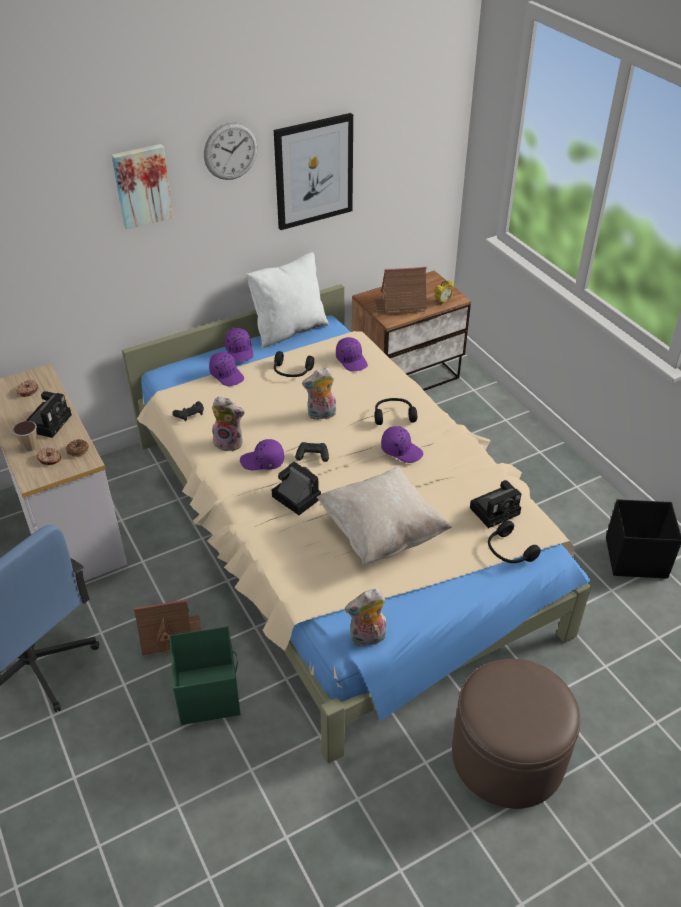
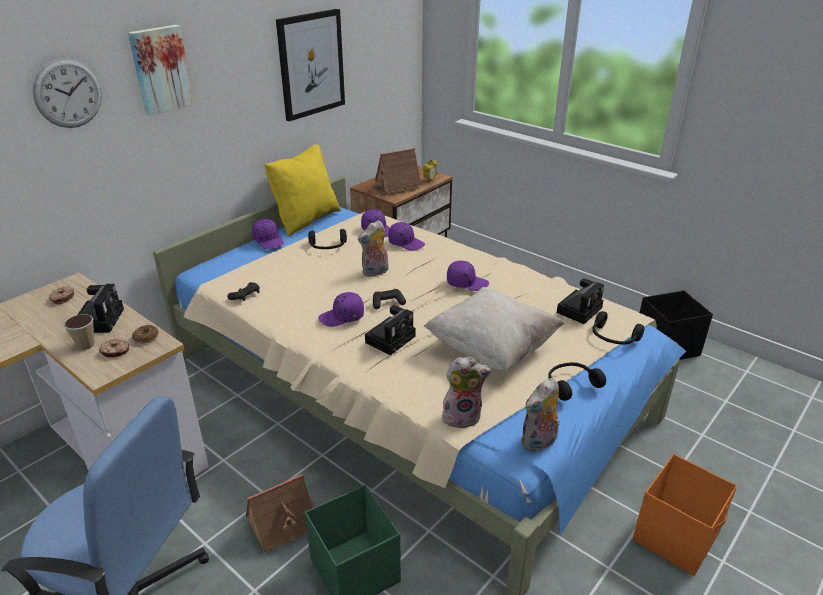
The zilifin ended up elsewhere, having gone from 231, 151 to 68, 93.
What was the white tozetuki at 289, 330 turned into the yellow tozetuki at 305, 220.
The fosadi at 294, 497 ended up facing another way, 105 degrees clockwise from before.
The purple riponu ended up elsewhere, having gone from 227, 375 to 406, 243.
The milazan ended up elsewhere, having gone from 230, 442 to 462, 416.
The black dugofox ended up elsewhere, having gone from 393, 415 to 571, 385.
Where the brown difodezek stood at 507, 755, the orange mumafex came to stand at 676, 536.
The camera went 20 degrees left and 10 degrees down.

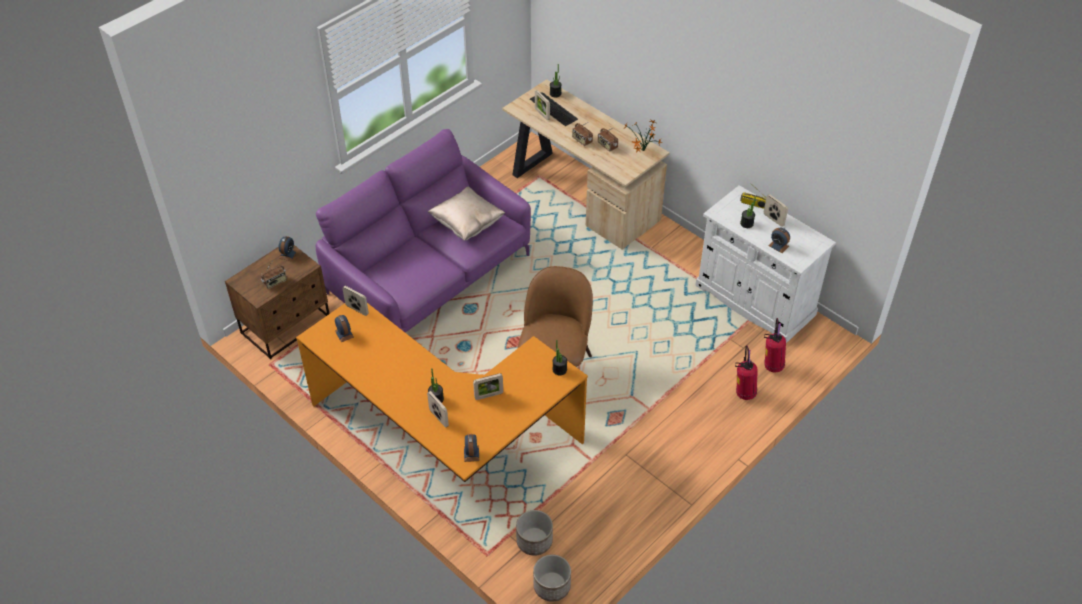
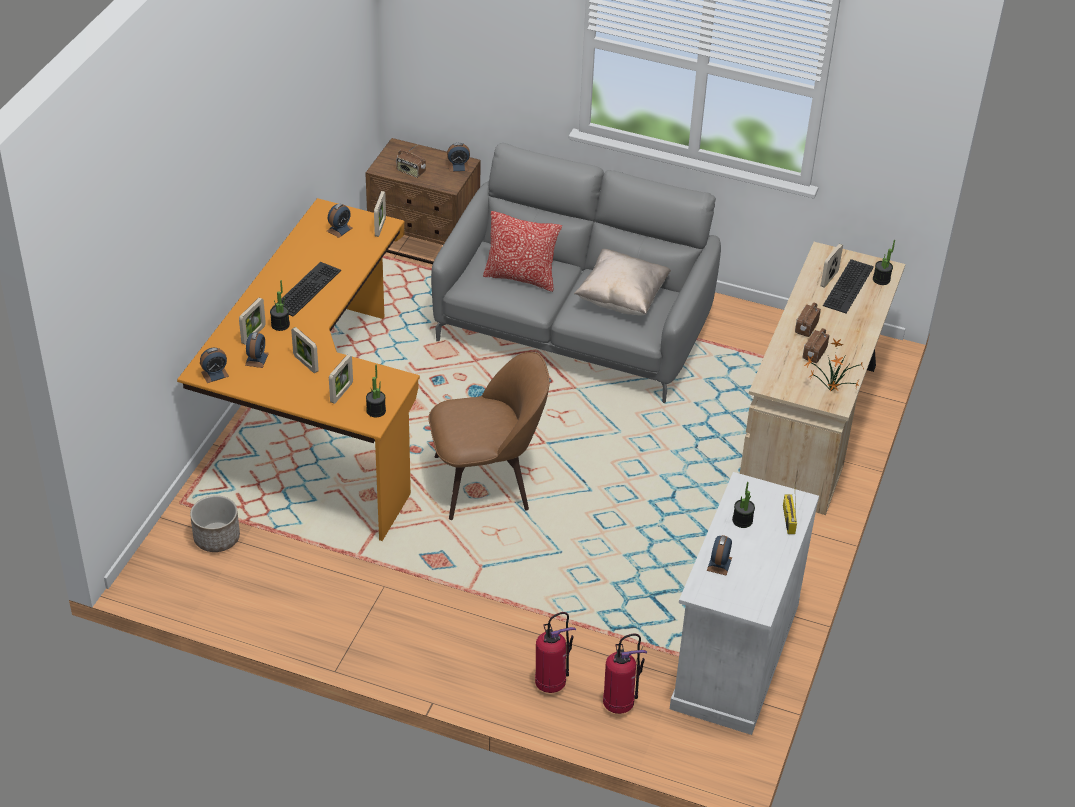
The second view gained the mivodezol at 256, 359.
The second view gained the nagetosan at 306, 288.
The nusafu ended up elsewhere, having gone from 773, 220 to 341, 393.
What was the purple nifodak at 429, 274 turned into the grey nifodak at 574, 327.
The second view gained the tozetuki at 521, 277.
The second view lost the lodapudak at 551, 586.
The camera went 65 degrees right and 5 degrees down.

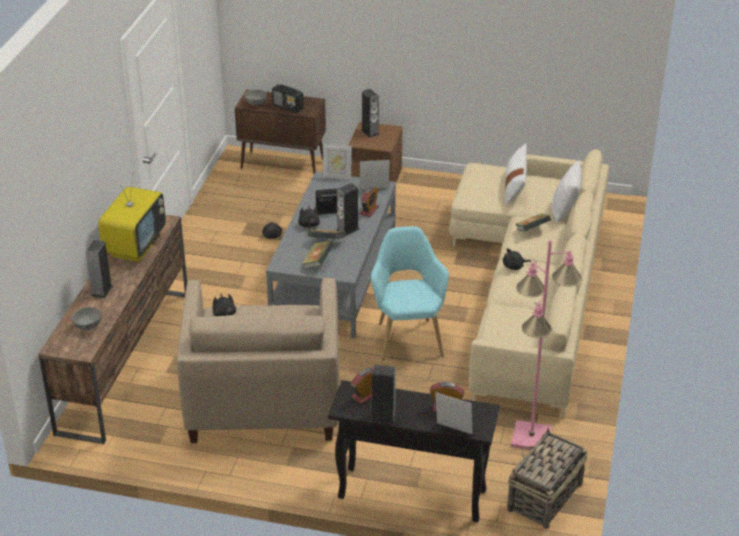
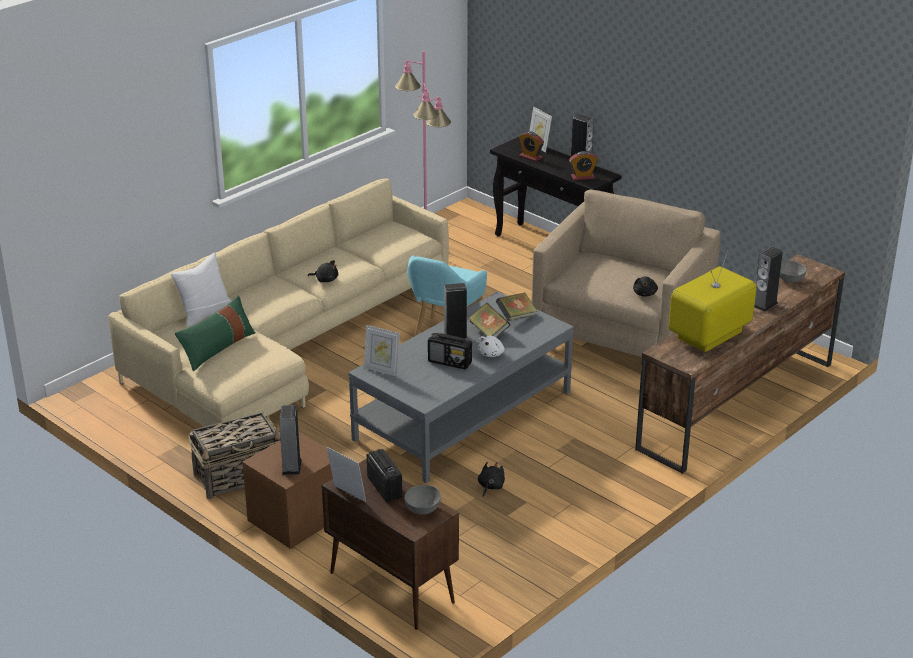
What was the white tozetuki at 515, 186 turned into the green tozetuki at 217, 348.
The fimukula ended up elsewhere, having gone from 544, 497 to 239, 476.
The nusafu ended up elsewhere, having gone from 337, 176 to 347, 496.
What was the black milazan at 309, 226 turned into the white milazan at 492, 354.
The second view lost the mivodezol at 369, 210.
The second view lost the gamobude at 532, 230.
The camera went 150 degrees left and 5 degrees down.

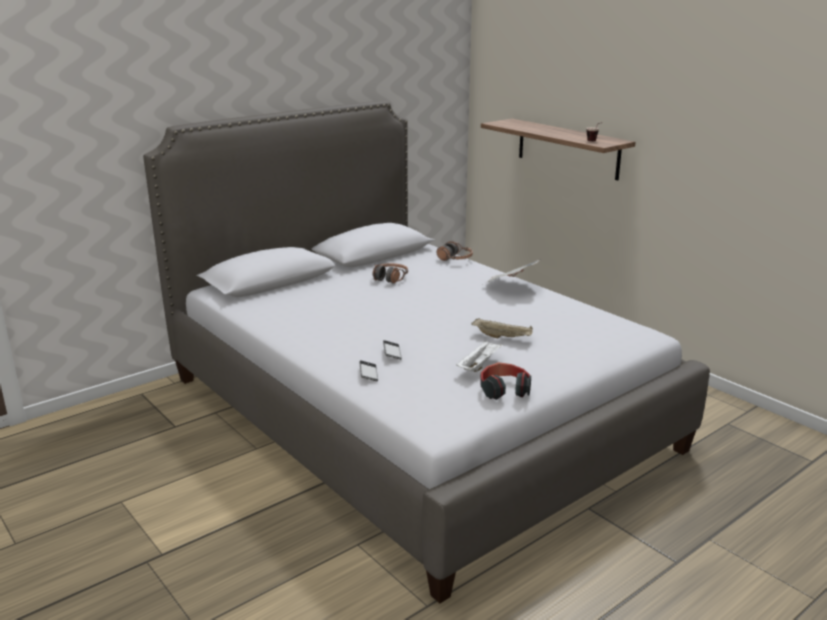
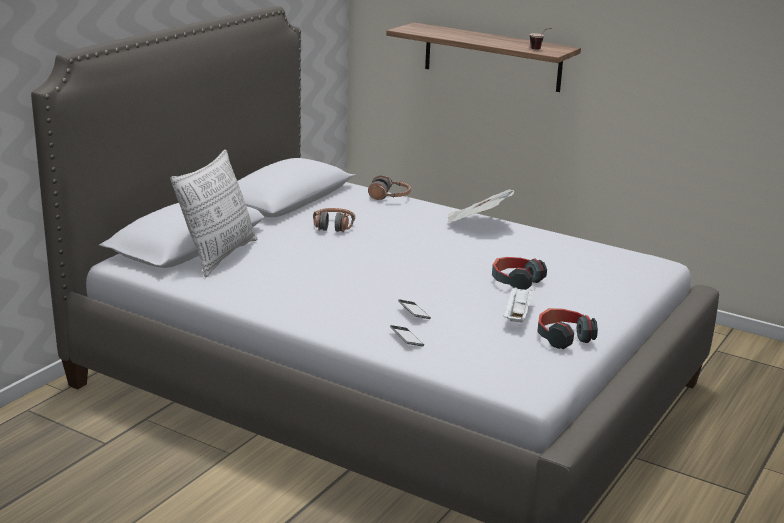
The second view gained the tozetuki at 218, 256.
Where the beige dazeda stood at 503, 337, the dugofox came to stand at 515, 281.
The camera went 20 degrees left and 0 degrees up.

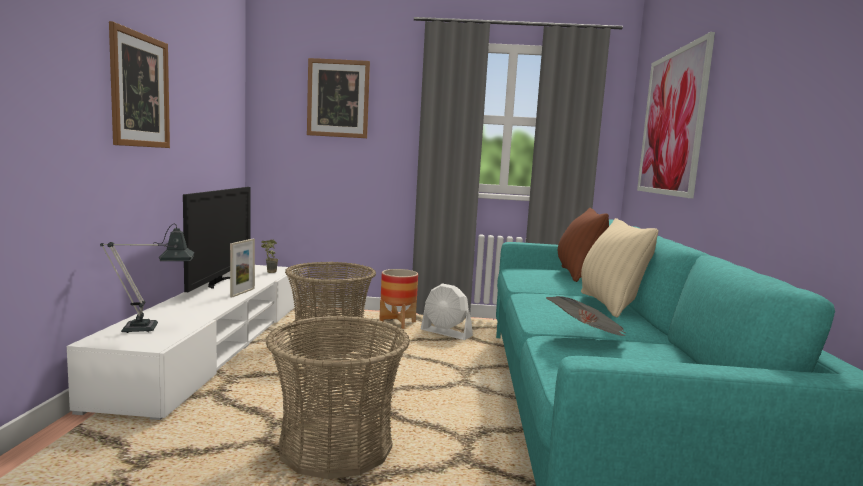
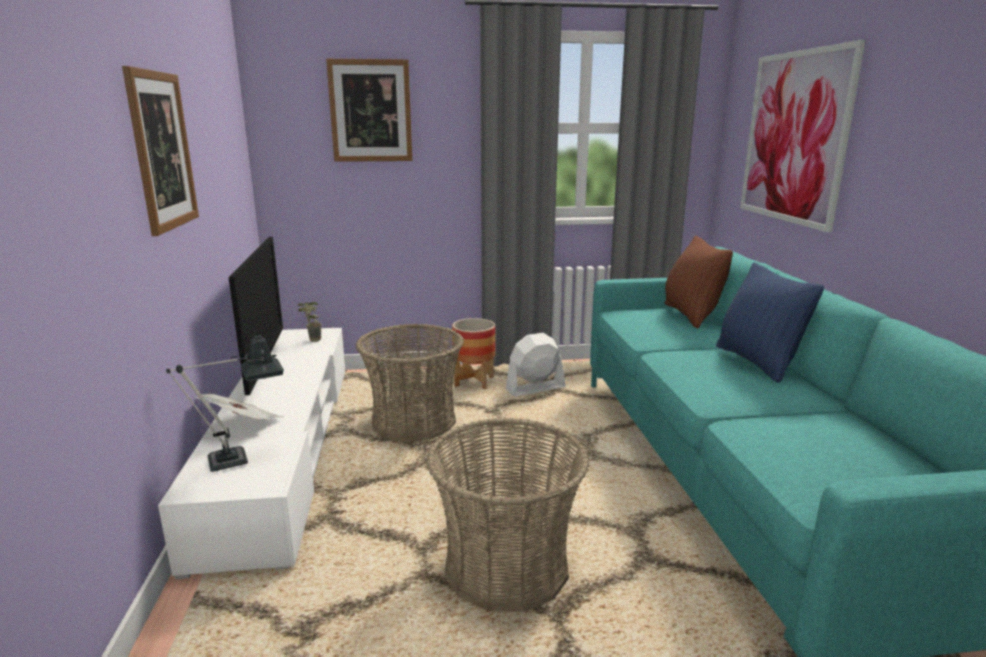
The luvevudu ended up elsewhere, having gone from 587, 338 to 243, 425.
The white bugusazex at 446, 333 ended up facing another way, 135 degrees clockwise from before.
What was the beige tozetuki at 610, 305 turned into the blue tozetuki at 757, 362.
The second view lost the nusafu at 242, 292.
The camera went 10 degrees left and 10 degrees up.

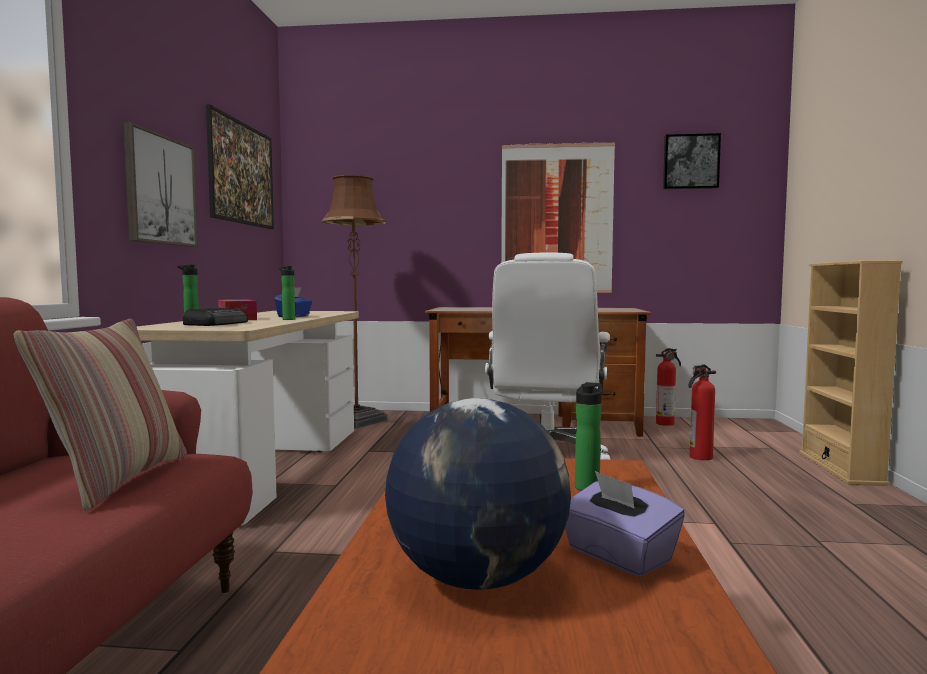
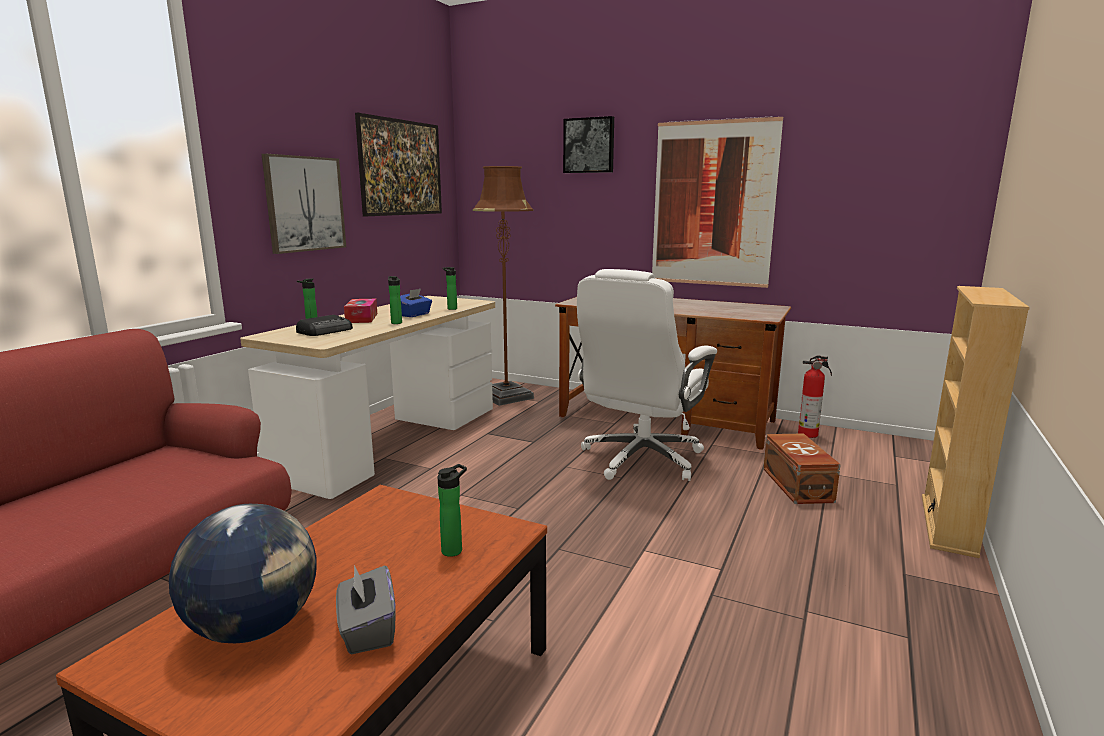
What was the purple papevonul at 617, 556 turned into the grey papevonul at 367, 630.
The second view gained the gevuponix at 451, 308.
The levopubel ended up elsewhere, having gone from 690, 162 to 589, 145.
Where the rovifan stood at 699, 457, the brown mumafex came to stand at 796, 485.
The second view lost the tozetuki at 118, 479.
The camera went 20 degrees right and 10 degrees up.

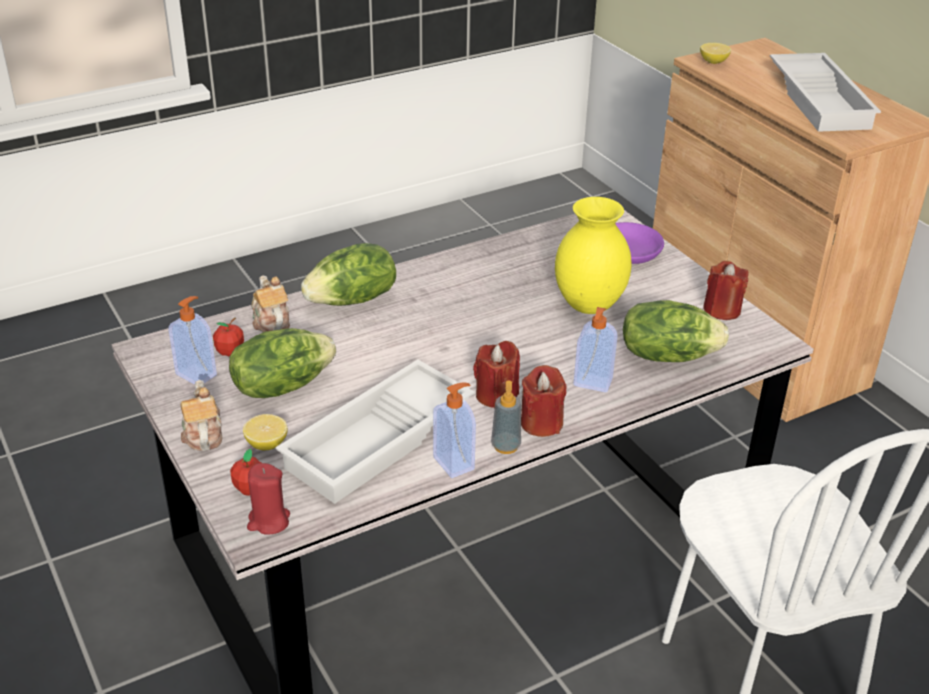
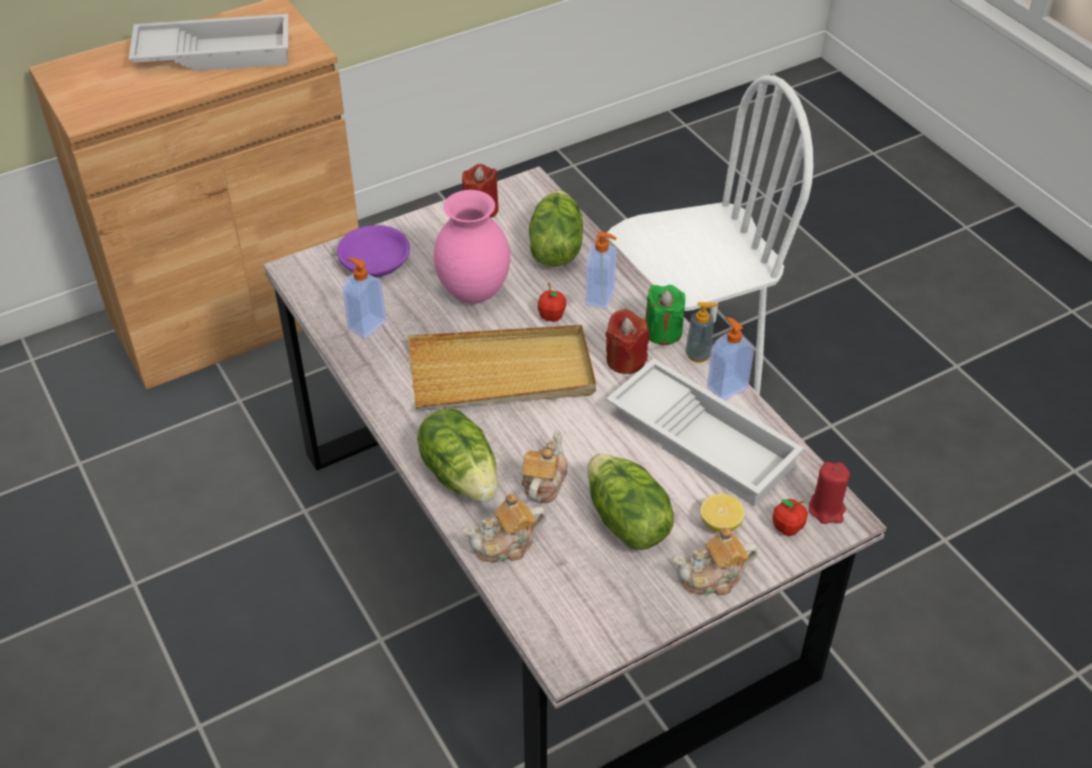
The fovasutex ended up elsewhere, having gone from 197, 374 to 366, 325.
The second view gained the beige dazeda at 502, 373.
What was the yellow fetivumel at 587, 306 turned into the pink fetivumel at 473, 294.
The second view gained the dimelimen at 543, 483.
The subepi ended up elsewhere, having gone from 230, 352 to 551, 316.
What was the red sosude at 541, 423 turned into the green sosude at 663, 331.
The second view lost the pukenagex at 713, 62.
The camera went 90 degrees left and 10 degrees up.

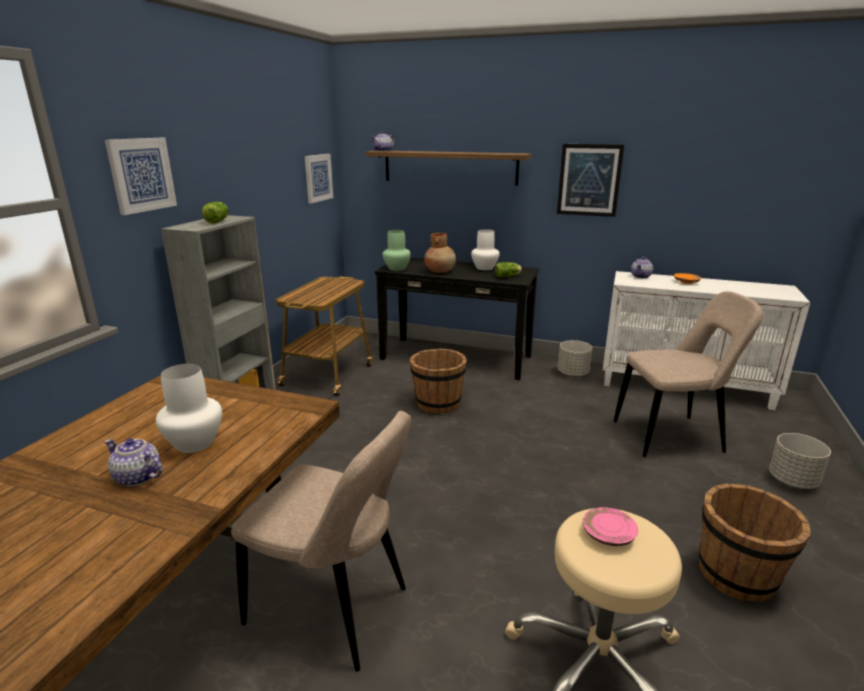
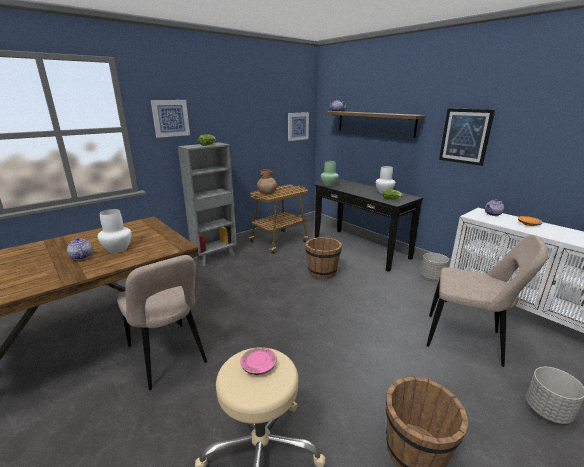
The brown fetivumel ended up elsewhere, having gone from 440, 271 to 267, 193.
The camera went 30 degrees right and 0 degrees up.

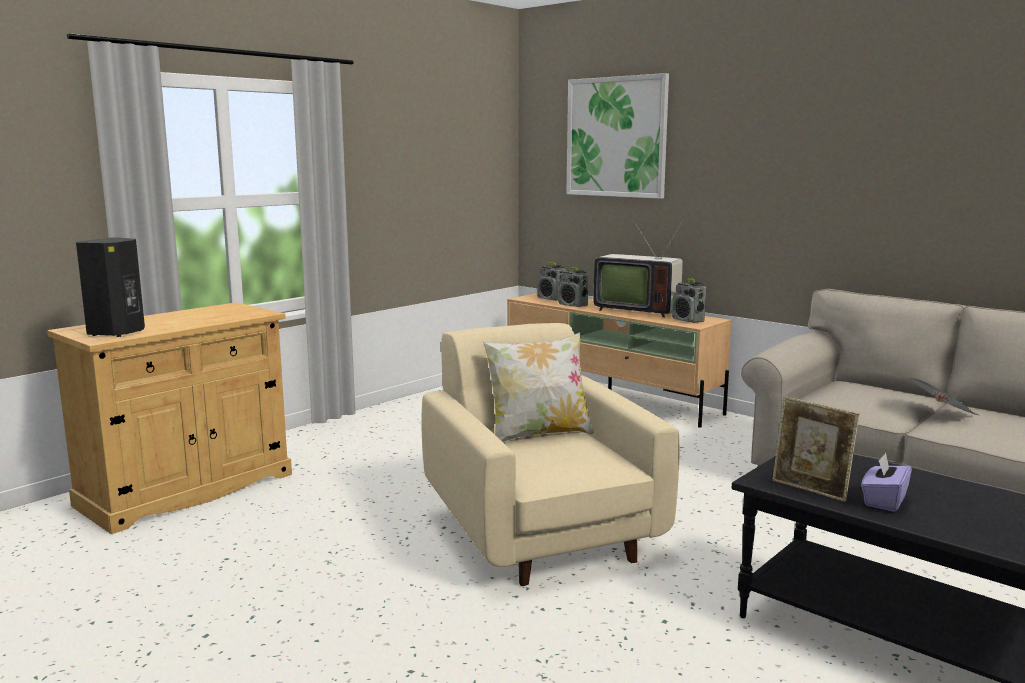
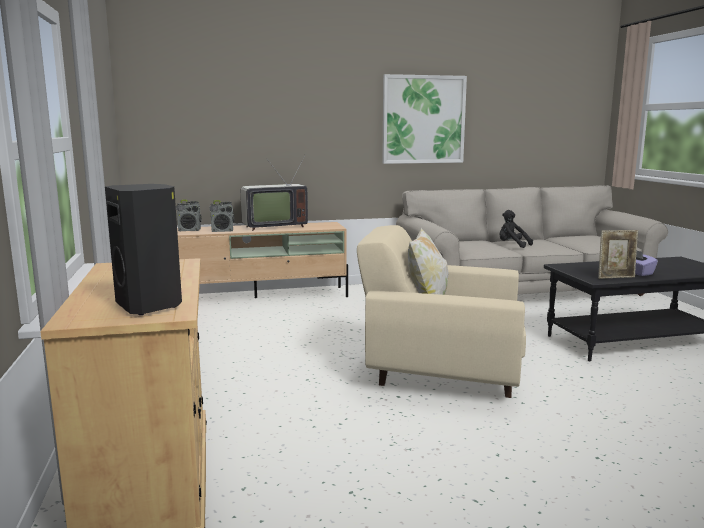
The levopubel ended up elsewhere, having gone from 616, 137 to 423, 119.
Where the luvevudu stood at 941, 414, the black milazan came to stand at 512, 245.
The second view lost the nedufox at 688, 320.
The camera went 55 degrees left and 0 degrees up.

